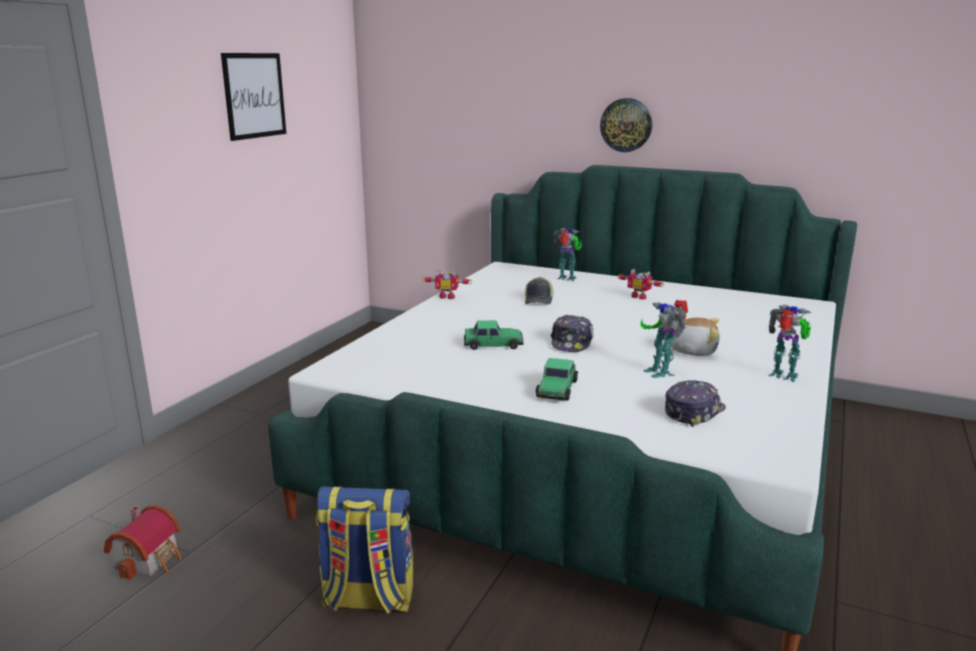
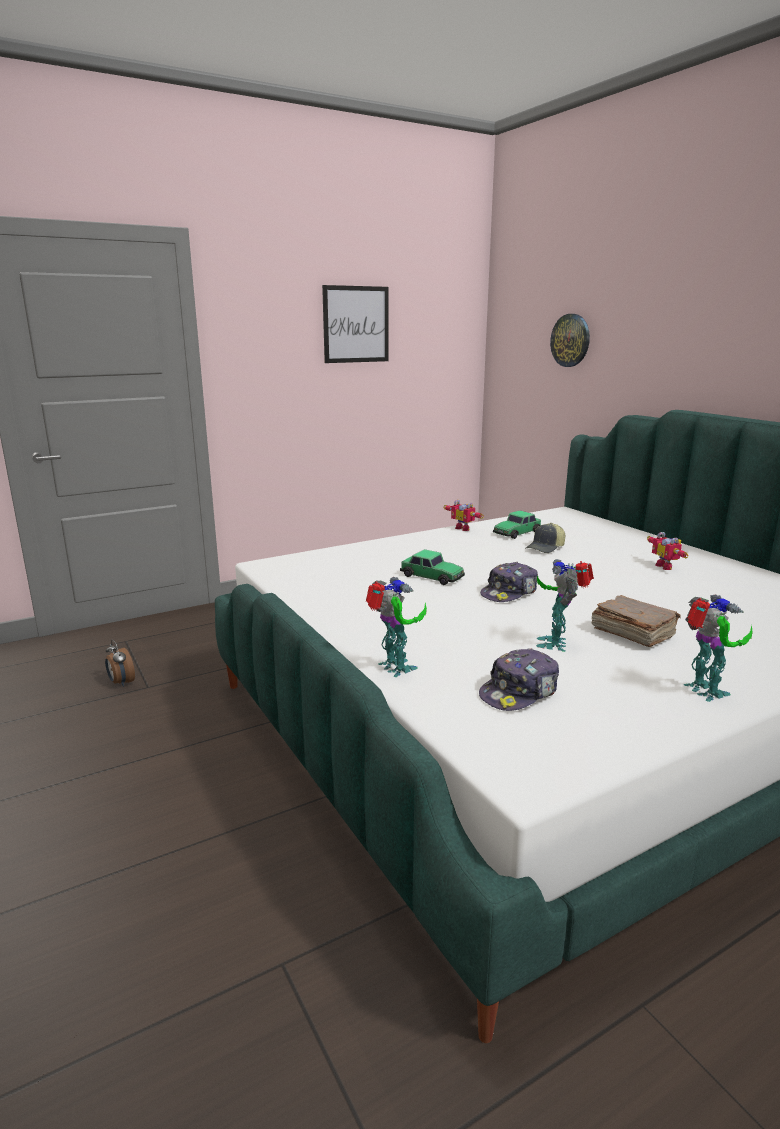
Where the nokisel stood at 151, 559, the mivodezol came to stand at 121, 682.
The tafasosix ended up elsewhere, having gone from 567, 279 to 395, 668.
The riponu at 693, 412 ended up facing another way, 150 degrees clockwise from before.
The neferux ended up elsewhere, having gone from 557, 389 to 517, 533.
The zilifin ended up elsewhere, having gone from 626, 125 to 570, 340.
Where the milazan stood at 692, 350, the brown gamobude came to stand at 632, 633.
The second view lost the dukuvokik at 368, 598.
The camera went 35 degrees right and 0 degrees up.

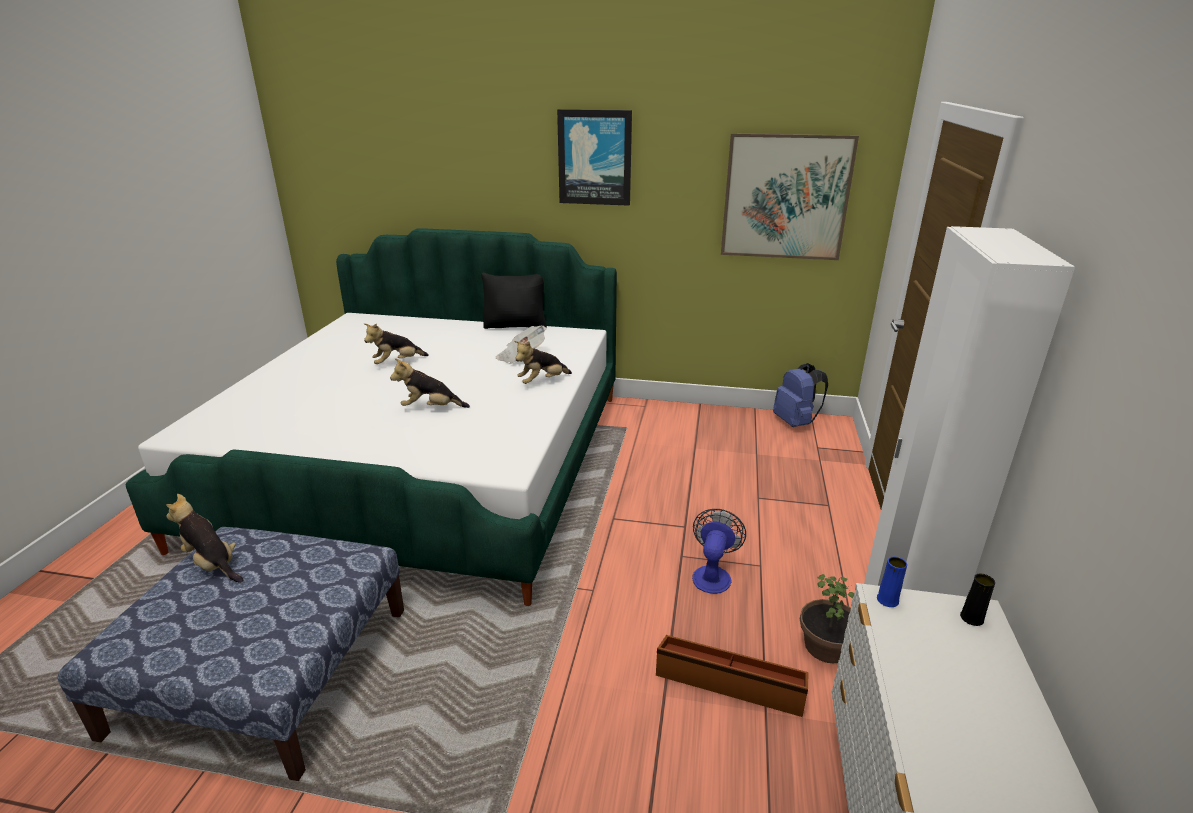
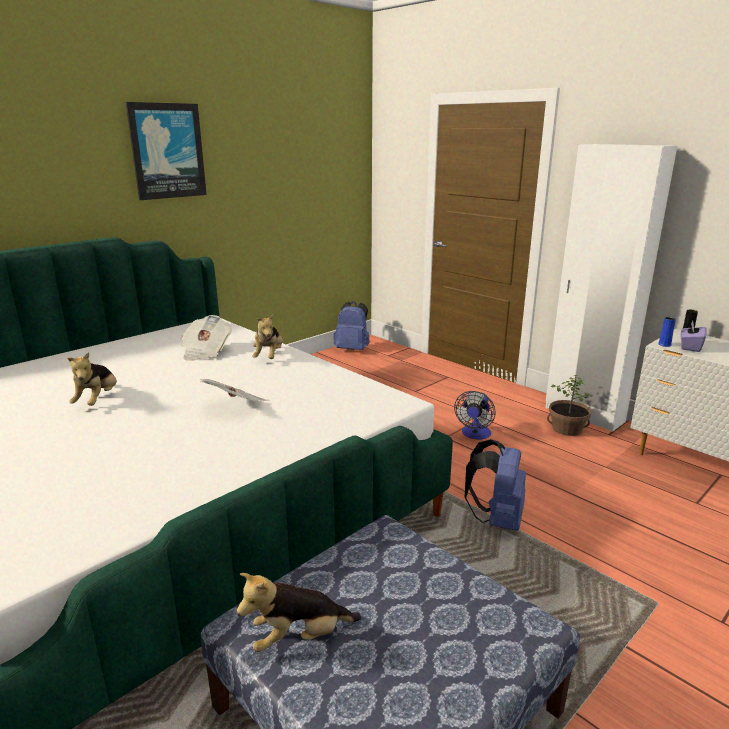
Where the milazan stood at 430, 408, the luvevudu came to stand at 237, 407.
The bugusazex at 712, 574 ended up facing another way, 120 degrees counterclockwise from before.
The second view gained the blue dukuvokik at 496, 519.
The second view gained the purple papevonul at 690, 347.
The second view lost the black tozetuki at 516, 326.
The second view lost the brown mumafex at 729, 682.
The second view lost the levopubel at 785, 197.
The camera went 55 degrees left and 5 degrees down.

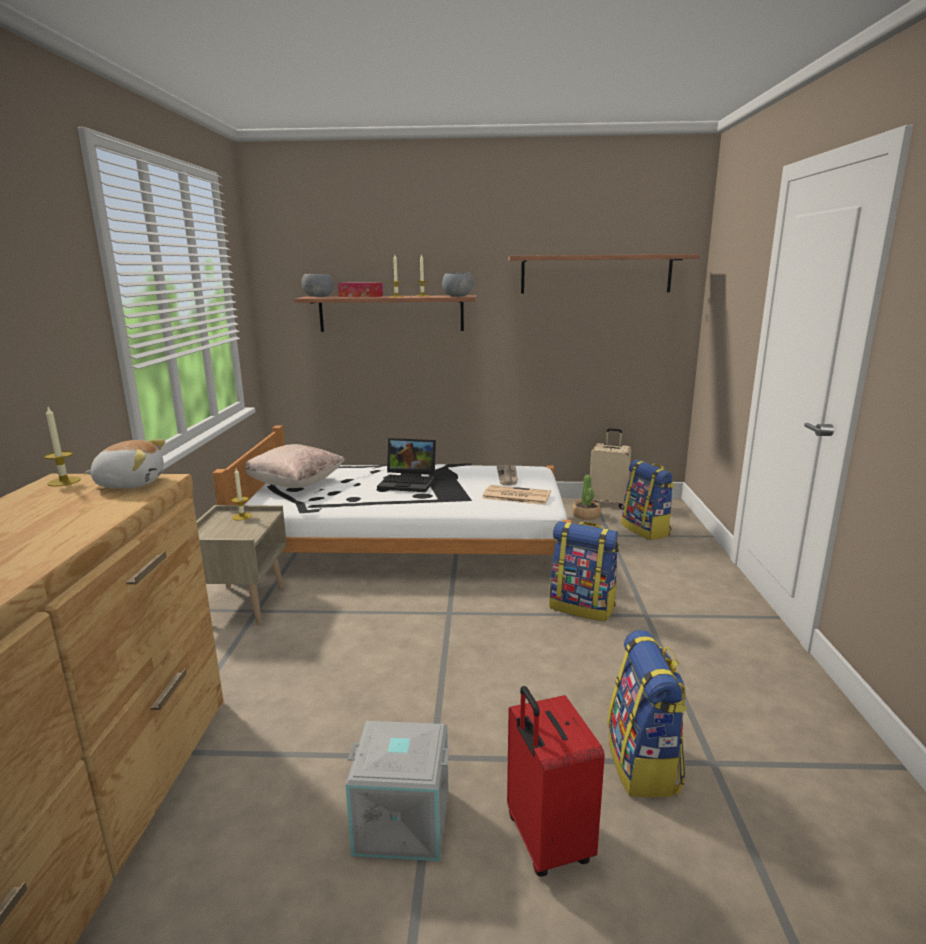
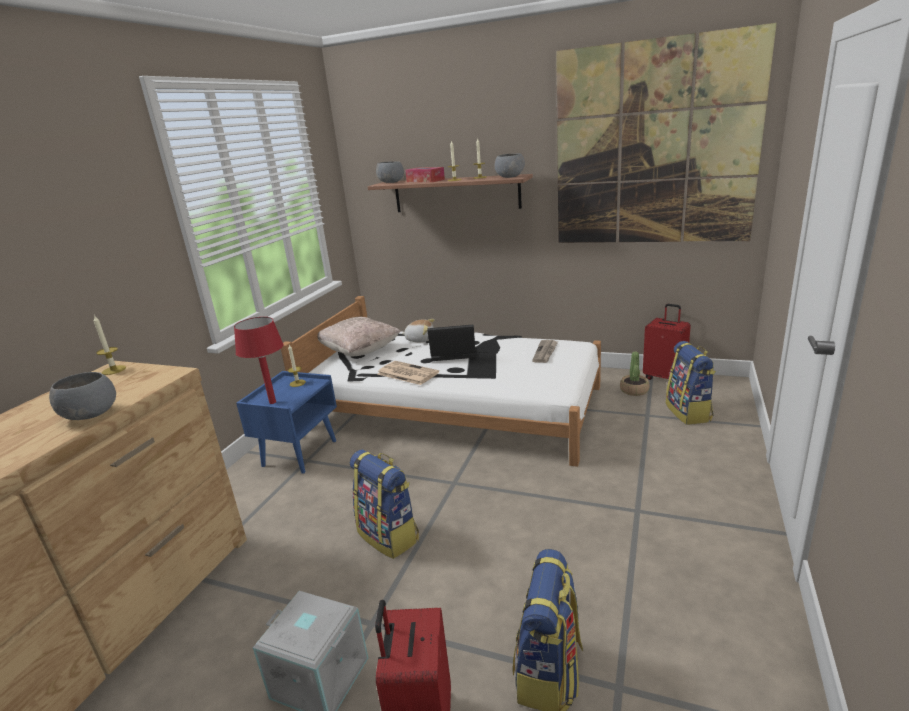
The second view gained the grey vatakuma at 92, 414.
The second view gained the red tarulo at 272, 402.
What was the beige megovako at 242, 604 turned into the blue megovako at 299, 453.
The dukuvokik ended up elsewhere, having gone from 582, 607 to 389, 536.
The luvevudu ended up elsewhere, having gone from 515, 496 to 406, 373.
The milazan ended up elsewhere, having gone from 131, 483 to 420, 339.
The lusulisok at 409, 482 ended up facing another way, 150 degrees clockwise from before.
Where the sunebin hung at 596, 274, the levopubel came to hang at 653, 146.
What was the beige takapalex at 608, 503 turned into the red takapalex at 665, 377.
The camera went 20 degrees right and 5 degrees up.

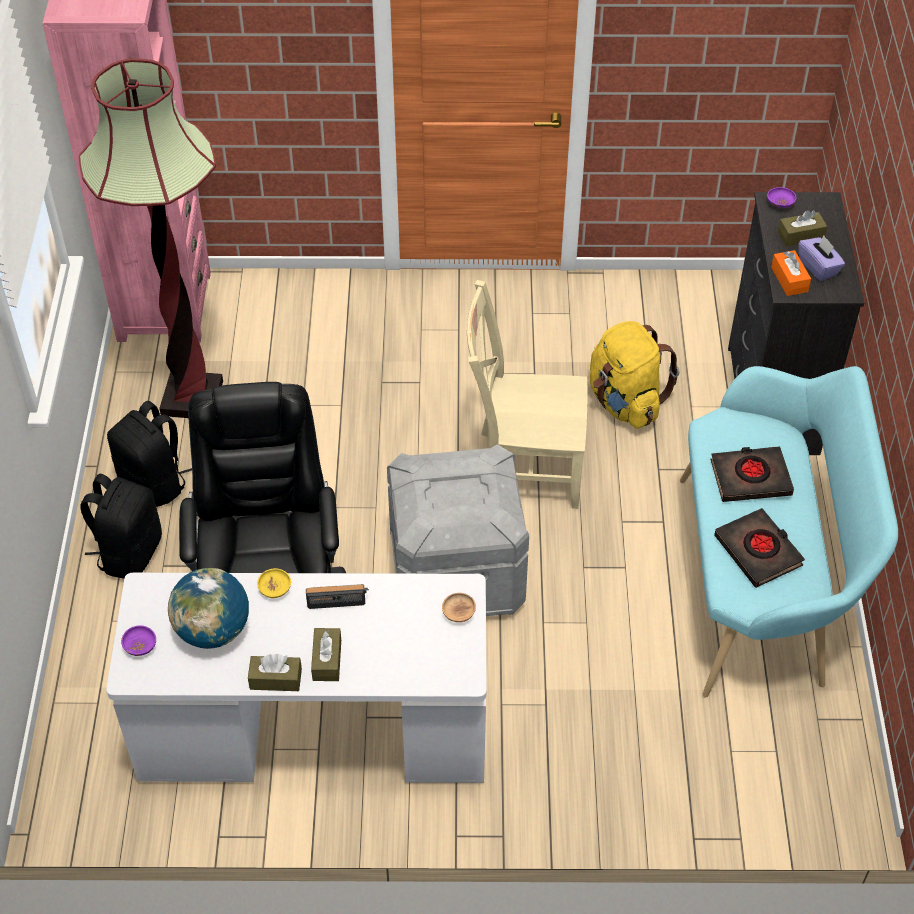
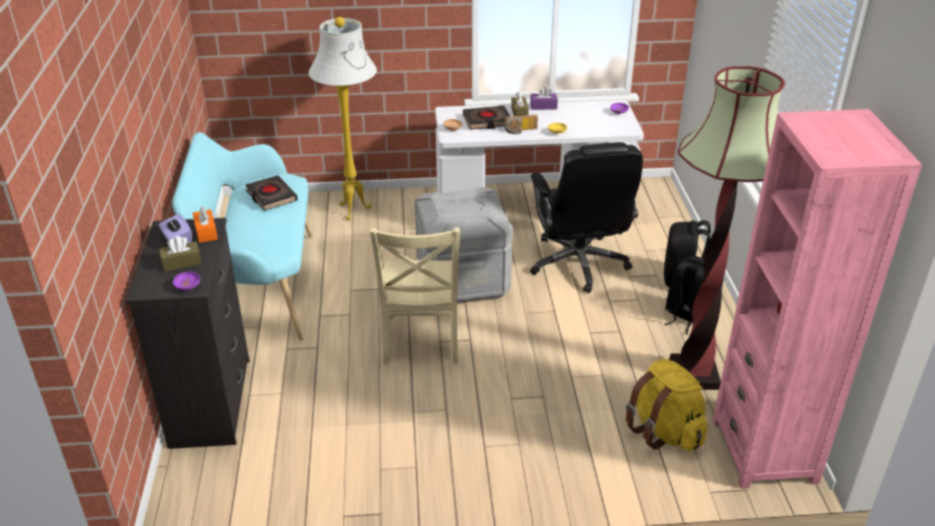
The second view gained the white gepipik at 354, 210.
The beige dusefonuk at 523, 468 ended up facing another way, 90 degrees clockwise from before.
The black gamobude ended up elsewhere, having gone from 750, 478 to 487, 121.
What was the brown papevonul at 275, 679 turned into the purple papevonul at 543, 106.
The yellow dukuvokik ended up elsewhere, having gone from 625, 402 to 664, 431.
The second view lost the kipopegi at 213, 630.
The camera went 175 degrees right and 15 degrees down.

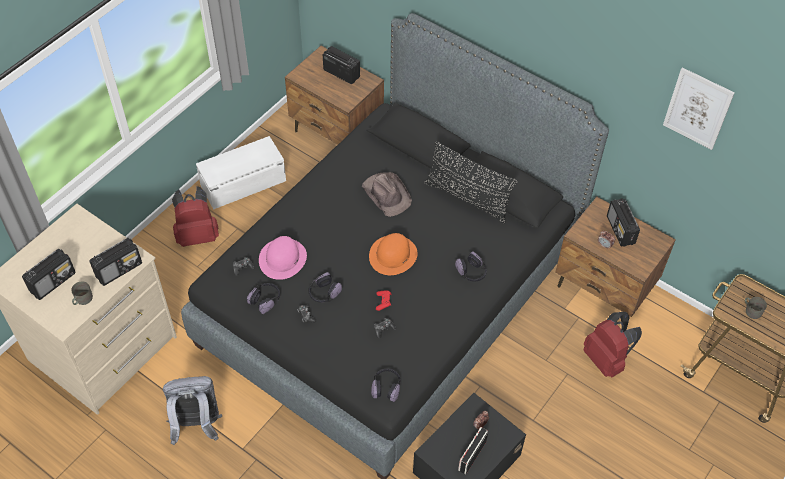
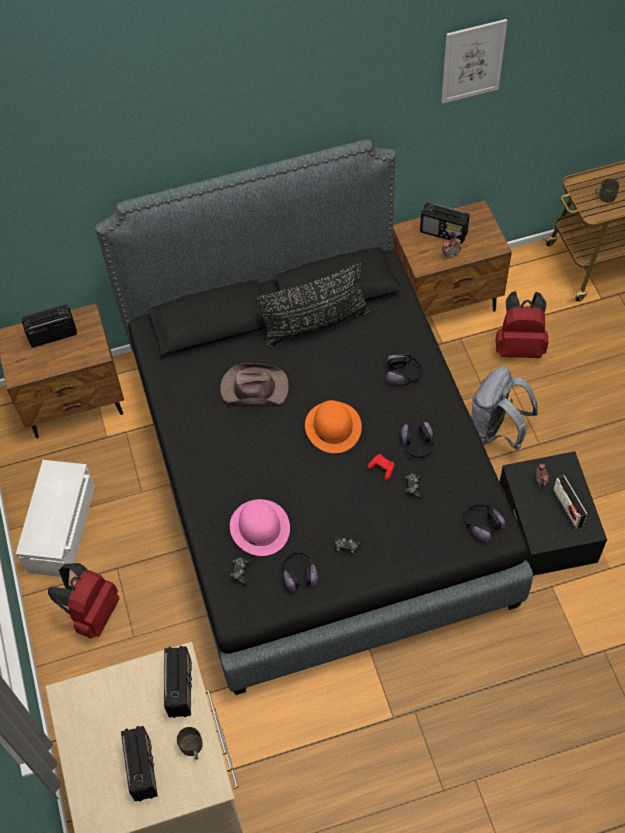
The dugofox ended up elsewhere, having gone from 324, 293 to 417, 445.
The grey dukuvokik ended up elsewhere, having gone from 197, 425 to 496, 431.
The camera went 50 degrees left and 5 degrees up.

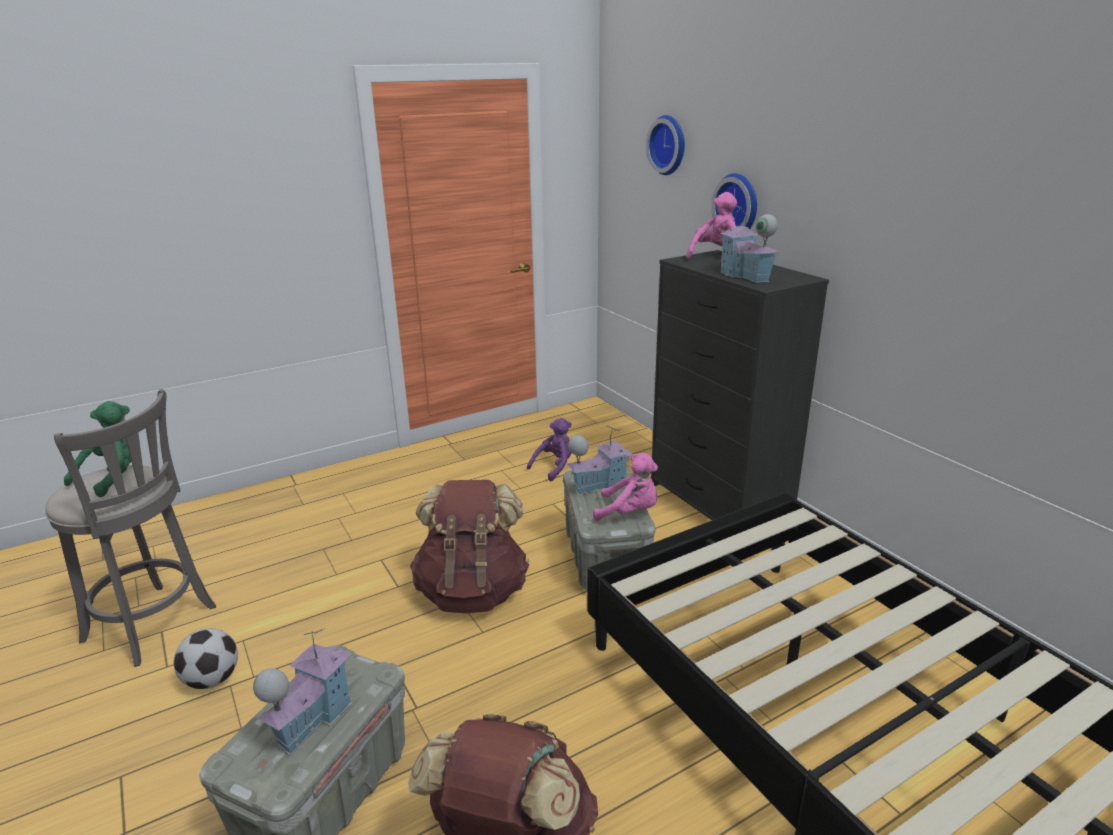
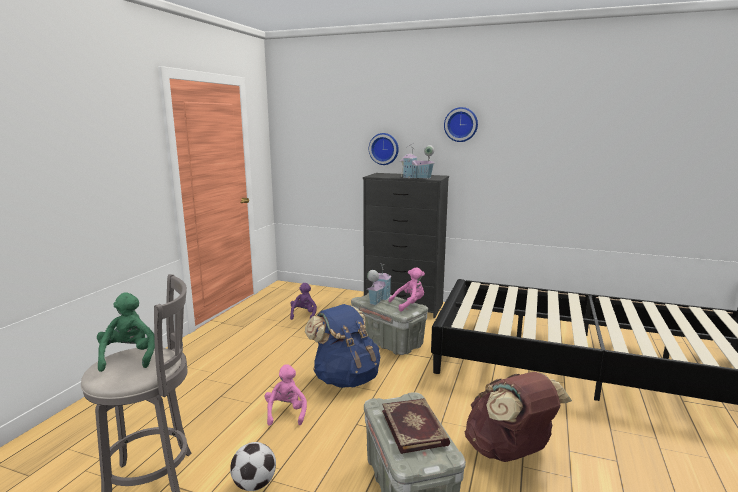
The pink milazan ended up elsewhere, having gone from 716, 257 to 286, 412.
What was the brown dukuvokik at 473, 592 turned into the blue dukuvokik at 345, 378.
Where the nokisel stood at 311, 719, the gamobude came to stand at 415, 427.
The zilifin ended up elsewhere, having gone from 669, 145 to 461, 124.
The camera went 40 degrees left and 10 degrees down.

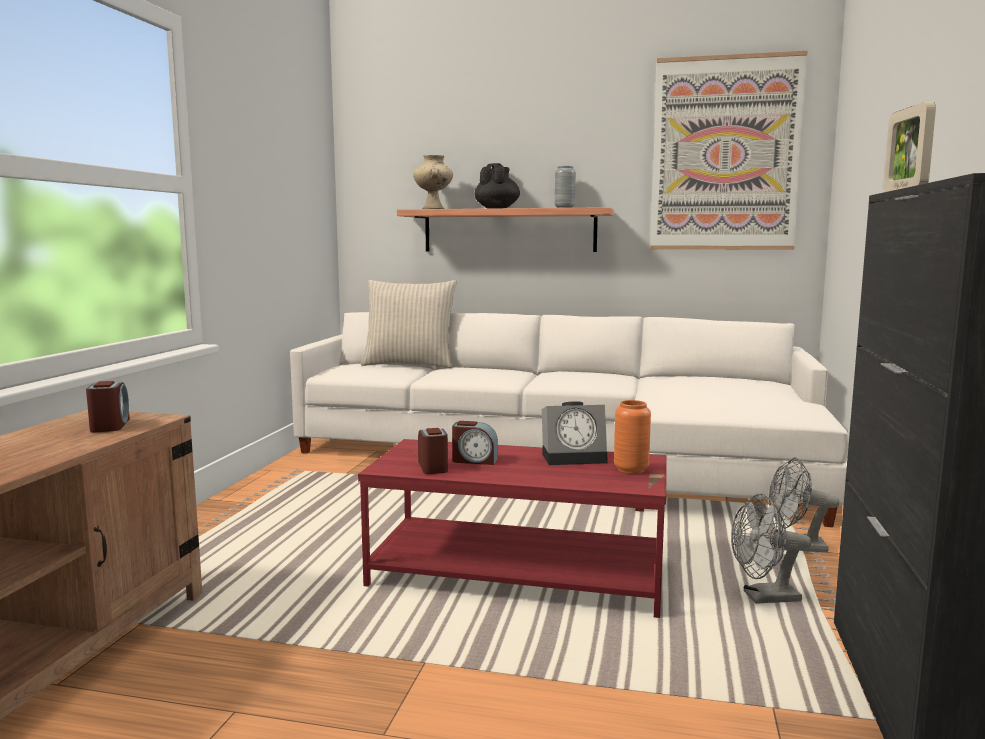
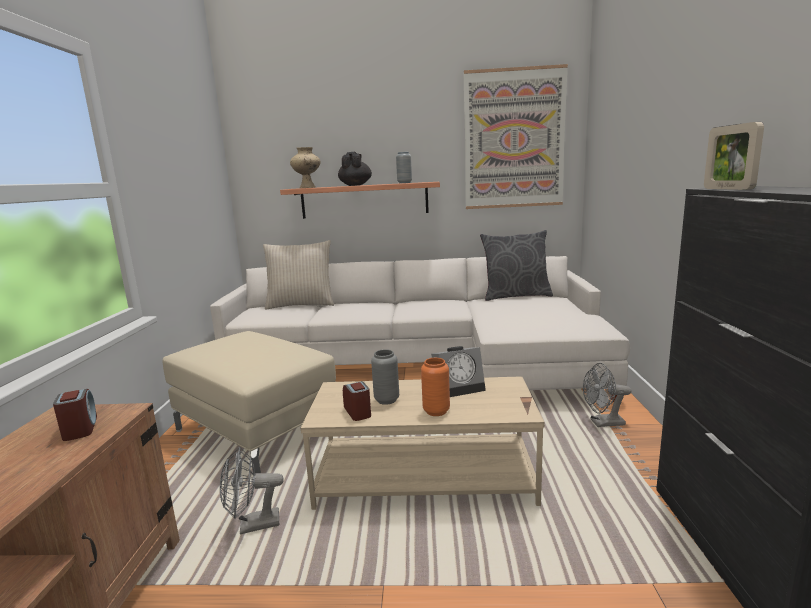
The second view gained the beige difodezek at 255, 431.
The grey bugusazex ended up elsewhere, having gone from 763, 598 to 252, 525.
What was the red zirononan at 519, 572 turned into the beige zirononan at 425, 476.
Where the mivodezol stood at 474, 460, the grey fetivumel came to stand at 386, 400.
The orange fetivumel ended up elsewhere, having gone from 631, 469 to 436, 411.
The second view gained the grey tozetuki at 515, 296.
The camera went 10 degrees left and 5 degrees up.

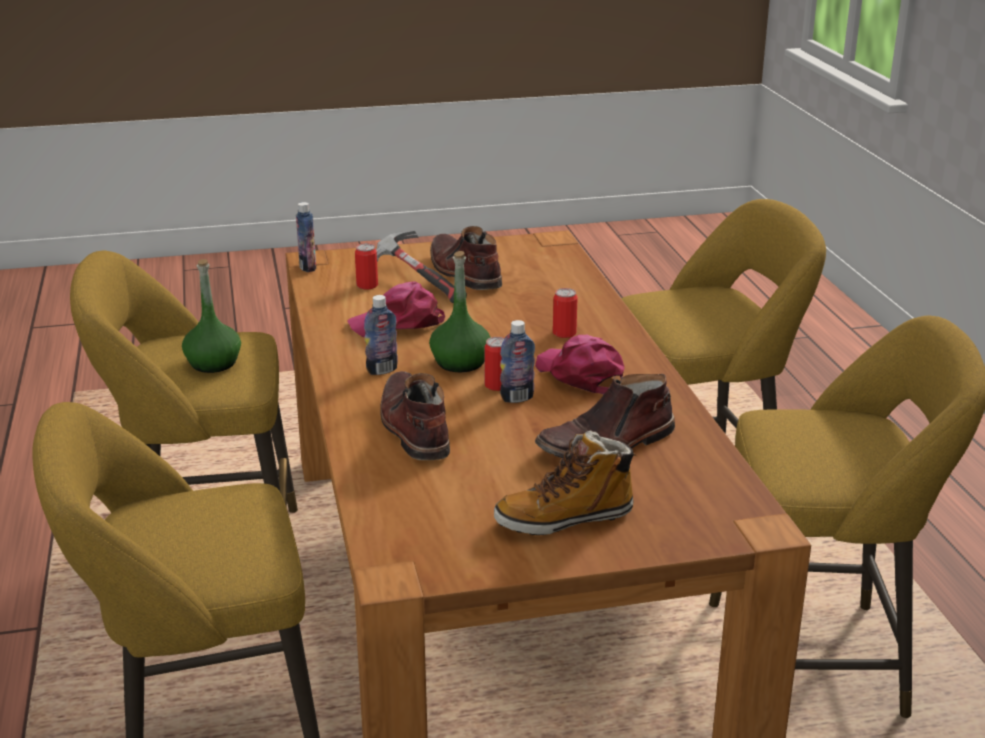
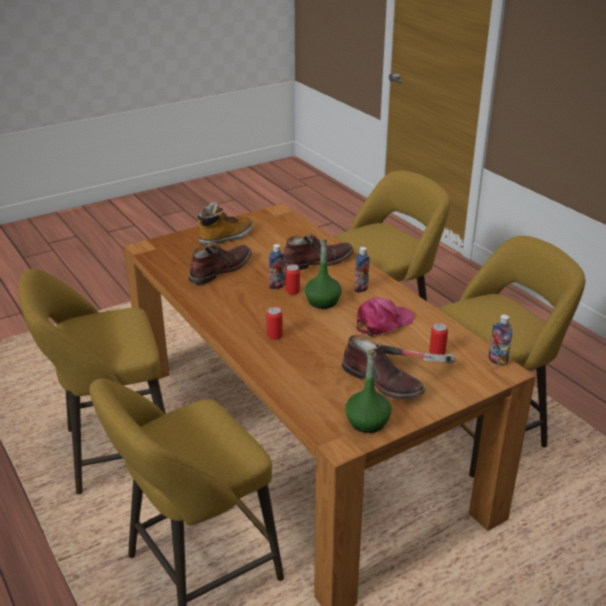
The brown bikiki at 413, 427 ended up facing another way, 75 degrees counterclockwise from before.
The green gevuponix ended up elsewhere, having gone from 213, 363 to 367, 422.
The second view lost the pink riponu at 581, 375.
The camera went 160 degrees right and 5 degrees up.

